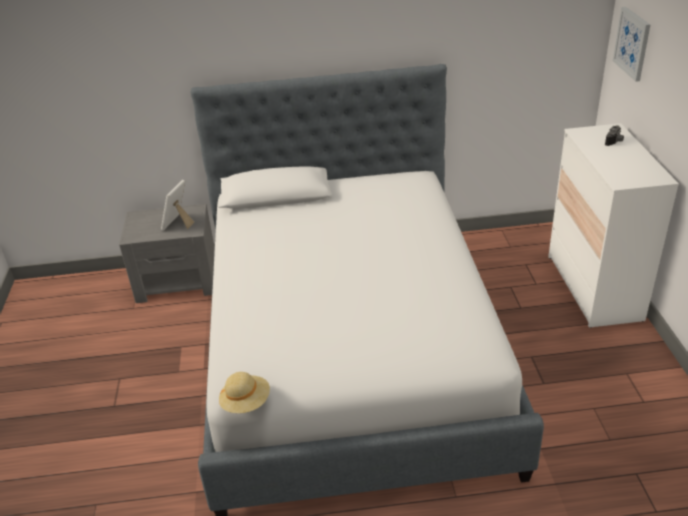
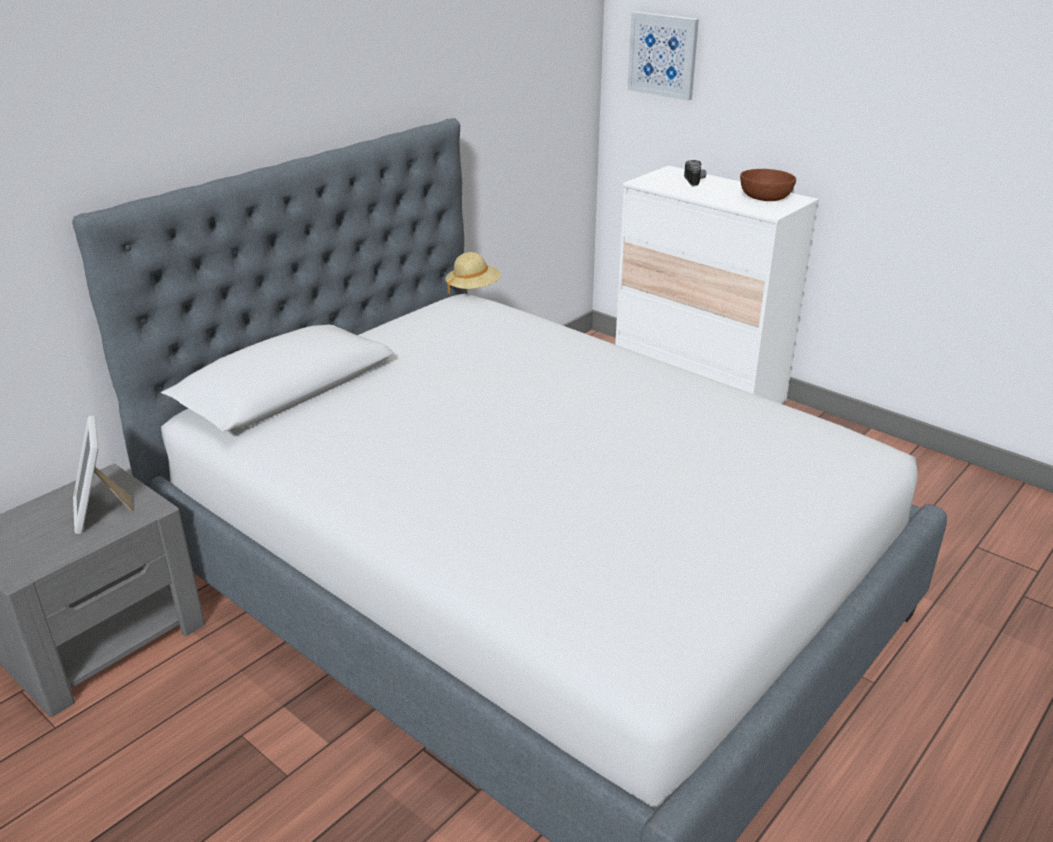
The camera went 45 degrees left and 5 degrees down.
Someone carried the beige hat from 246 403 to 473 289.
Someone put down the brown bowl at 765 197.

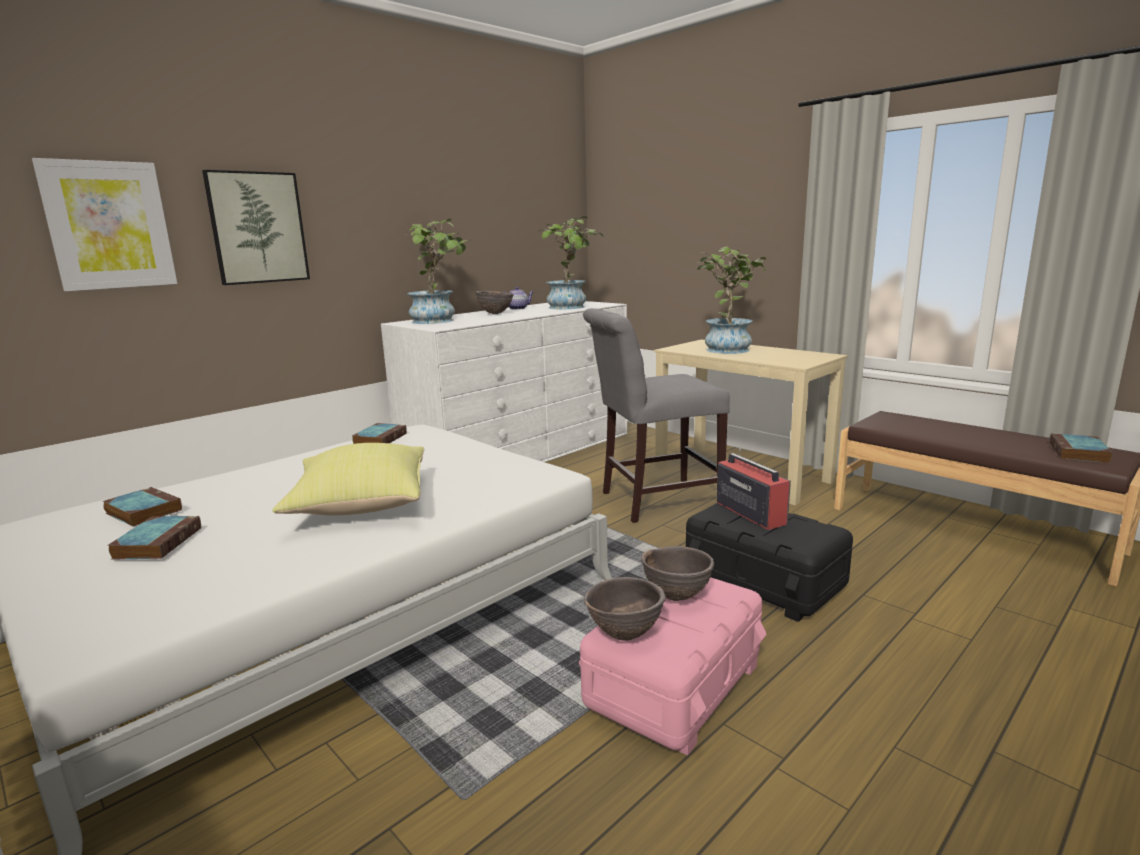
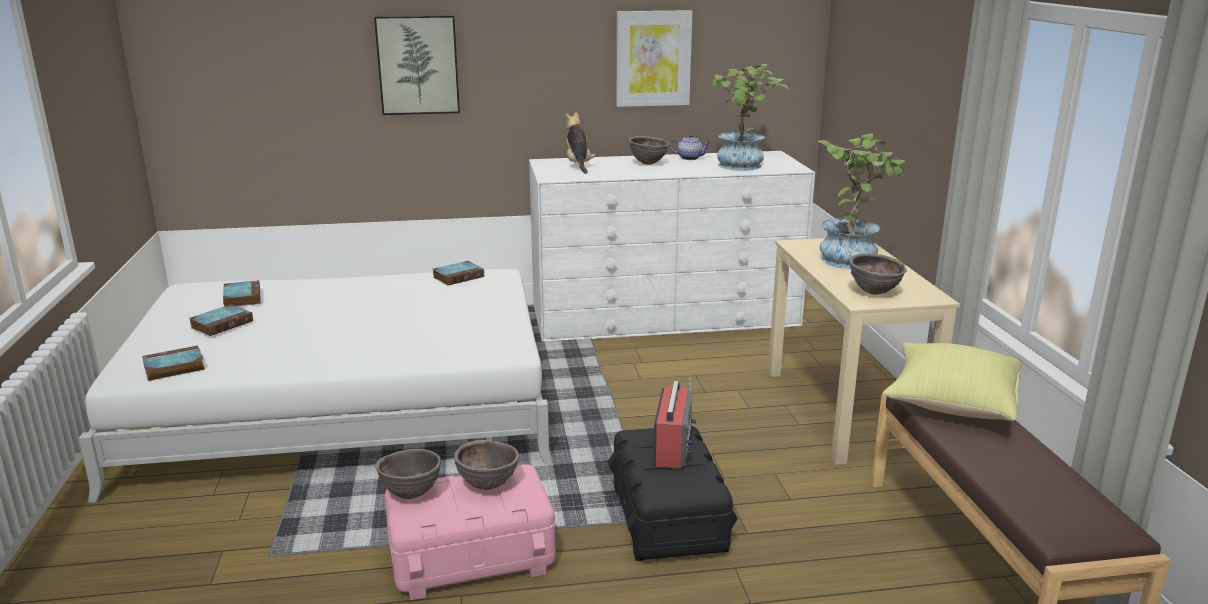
The camera went 35 degrees right and 5 degrees up.
Someone carried the book from 1079 453 to 173 368.
Someone swapped the potted plant at 439 320 for the plush toy at 578 165.
Someone carried the picture from 109 225 to 653 58.
Someone put down the brown bowl at 874 293.
Someone carried the yellow pillow from 360 504 to 951 402.
Someone took away the grey chair at 653 500.

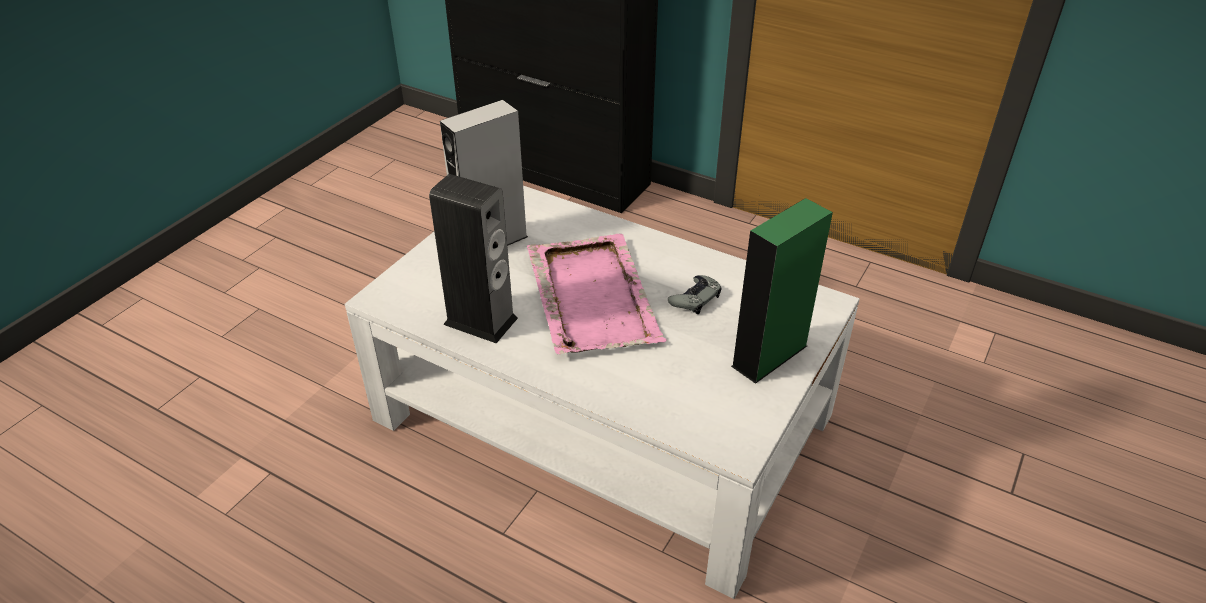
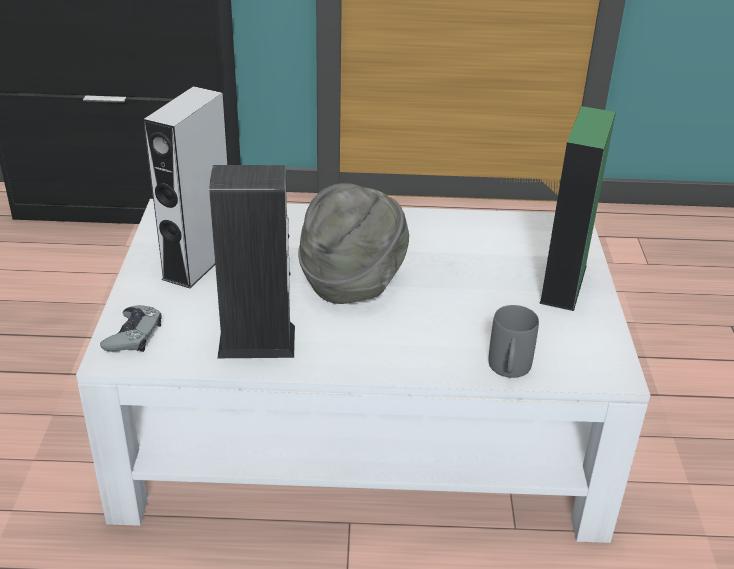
The camera went 30 degrees left and 5 degrees down.
Someone carried the grey game controller from 695 298 to 133 335.
Someone swapped the pink tray at 592 296 for the grey hat at 352 282.
Someone put down the grey mug at 508 371.

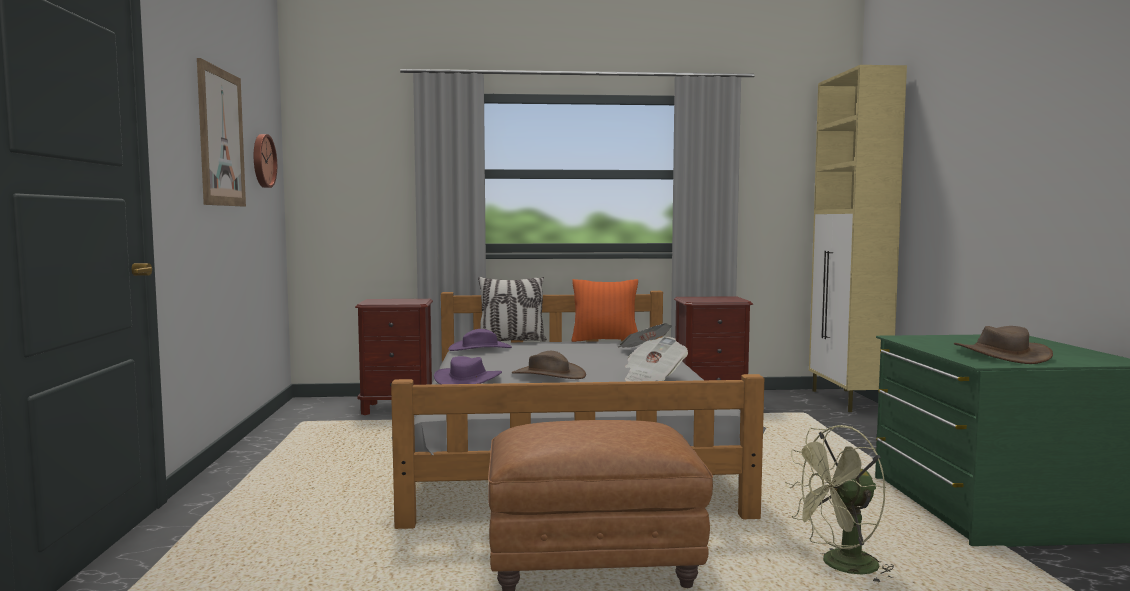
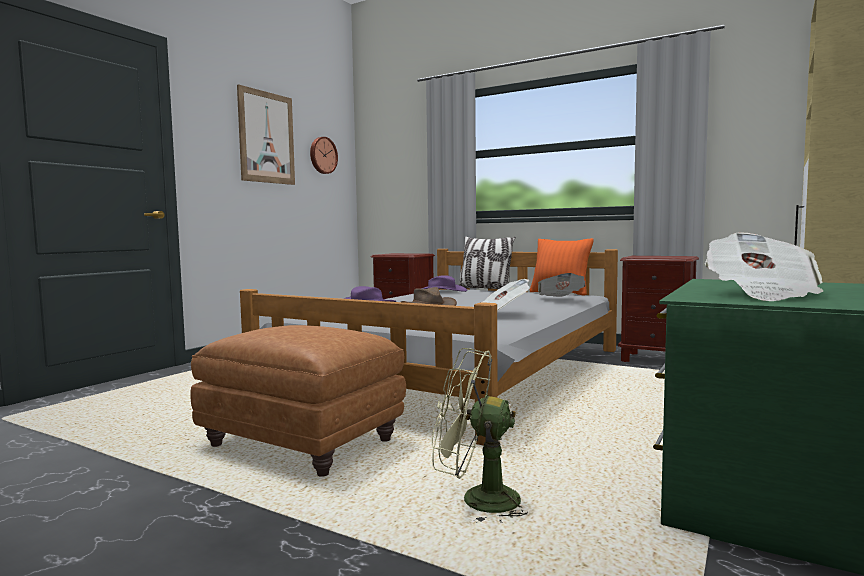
The camera went 35 degrees right and 0 degrees up.
Someone swapped the brown hat at 1001 355 for the newspaper at 760 295.

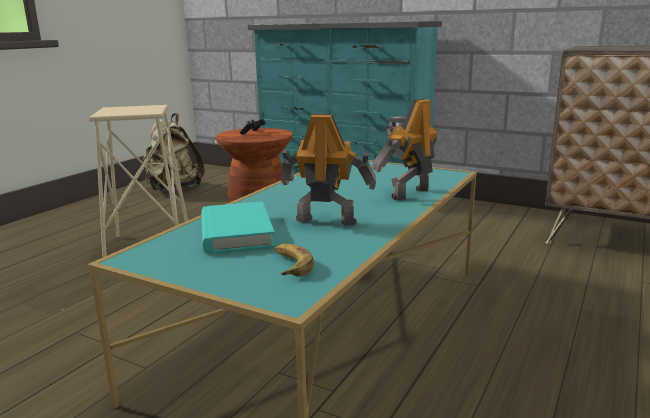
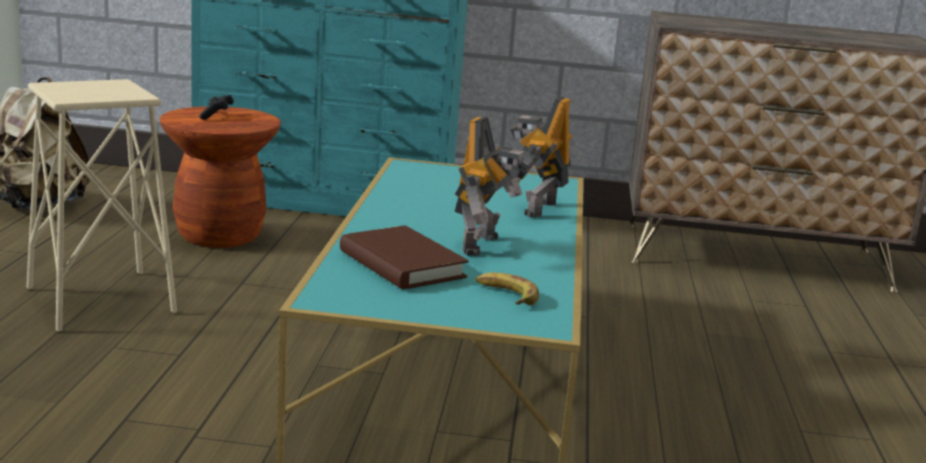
The camera went 25 degrees left and 0 degrees up.
Someone repainted the turquoise book at 236 232, which became the brown book at 401 264.
Someone rotated the toy robot at 326 220 by 120 degrees clockwise.

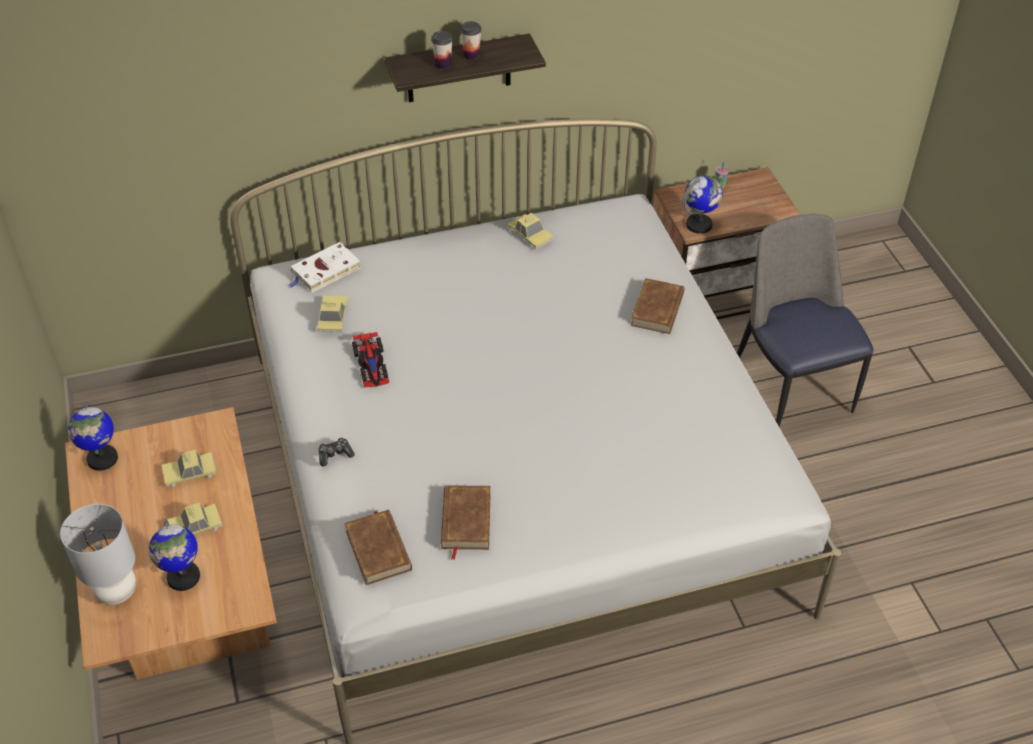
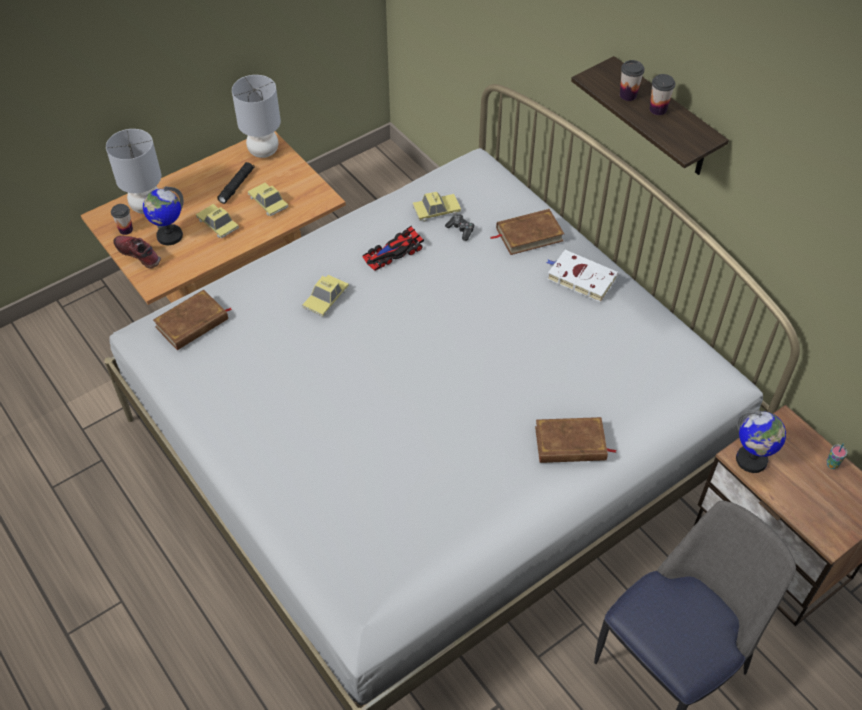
The camera went 70 degrees right and 5 degrees up.
Someone put down the cup at 126 230.
Someone put down the shoe at 139 254.
Someone put down the black flashlight at 236 186.
Someone swapped the globe at 102 459 for the grey table lamp at 263 151.
Someone carried the toy car from 530 235 to 326 298.
Someone carried the game controller from 335 455 to 461 230.
Someone carried the brown book from 465 521 to 529 234.
Someone carried the white book from 324 271 to 580 278.

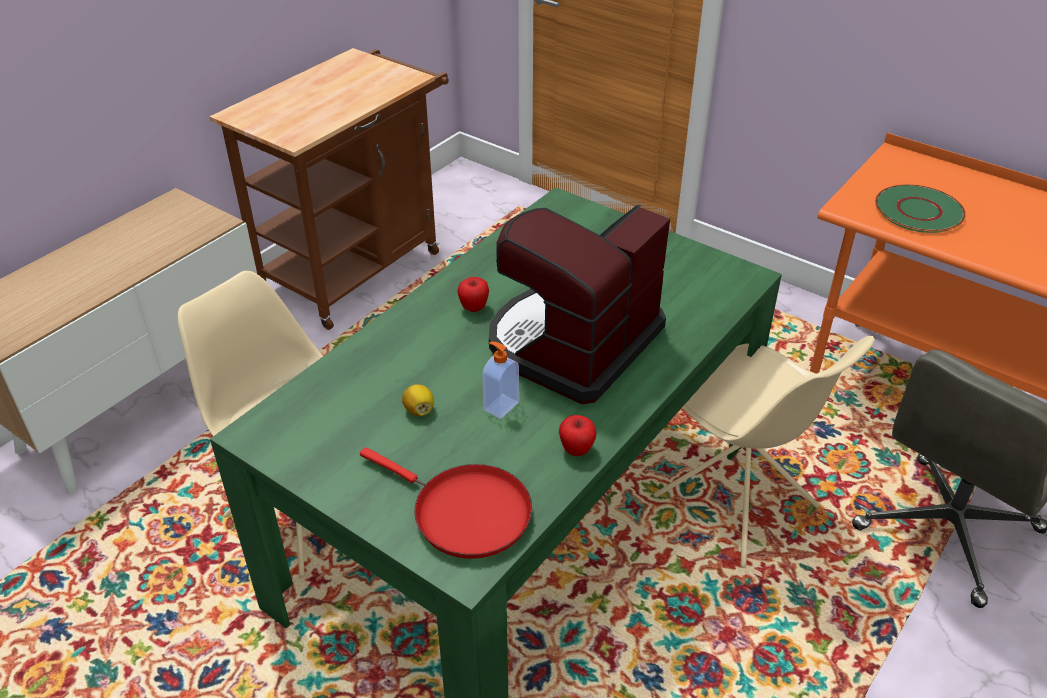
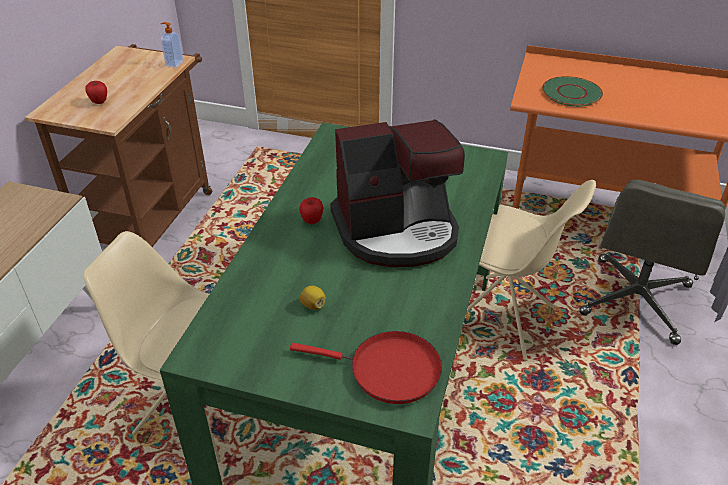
The camera went 20 degrees left and 0 degrees up.
Someone carried the apple from 576 450 to 99 102.
Someone carried the soap dispenser from 500 406 to 174 63.
Someone rotated the coffee machine at 572 344 by 120 degrees counterclockwise.

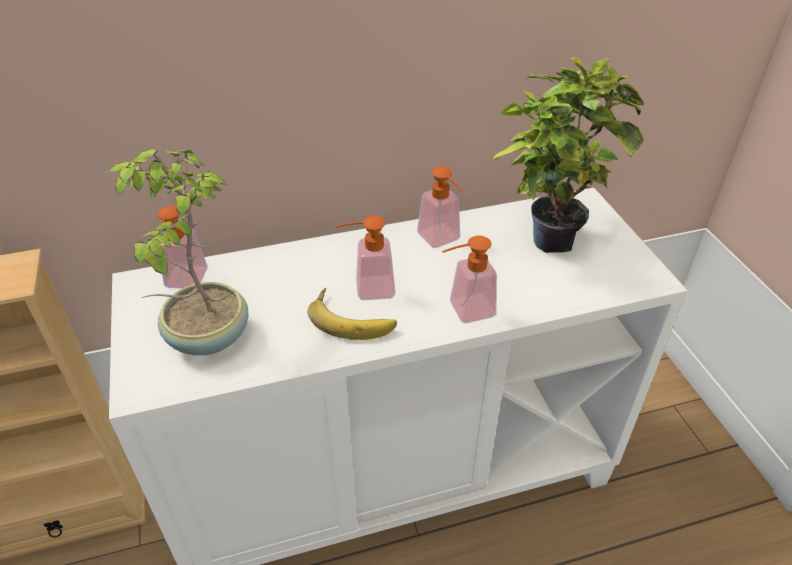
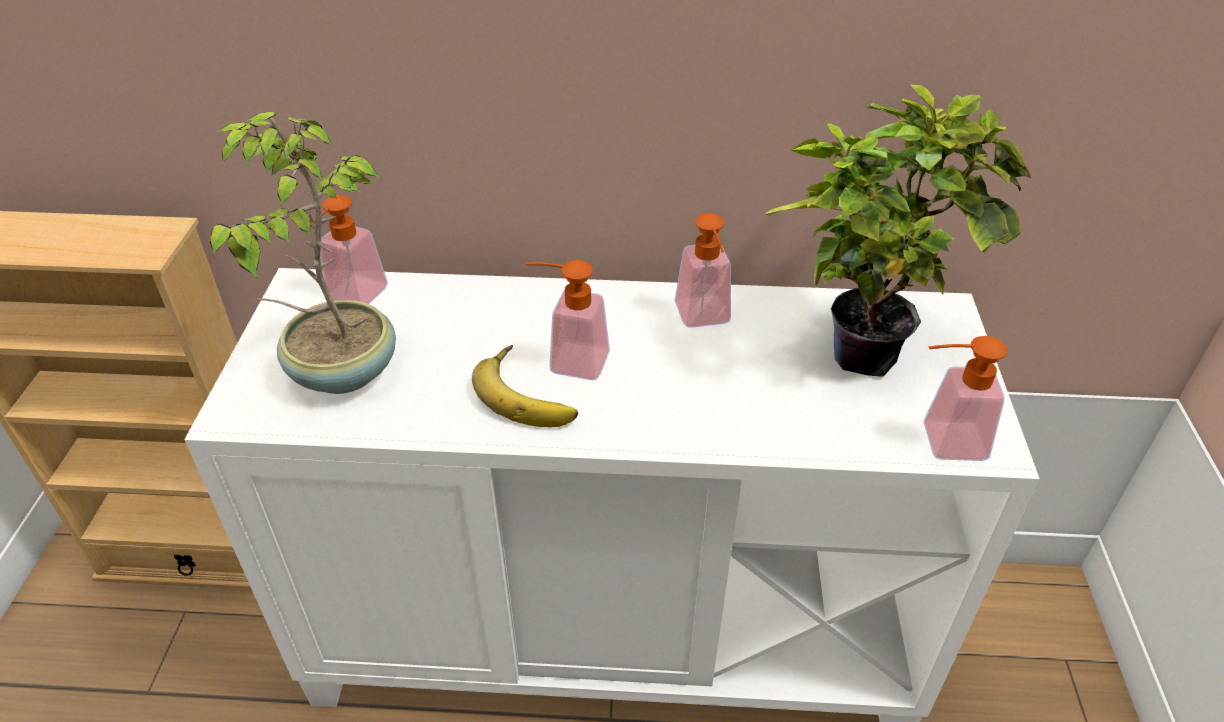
The camera went 20 degrees right and 0 degrees up.
Someone carried the soap dispenser from 464 311 to 941 441.

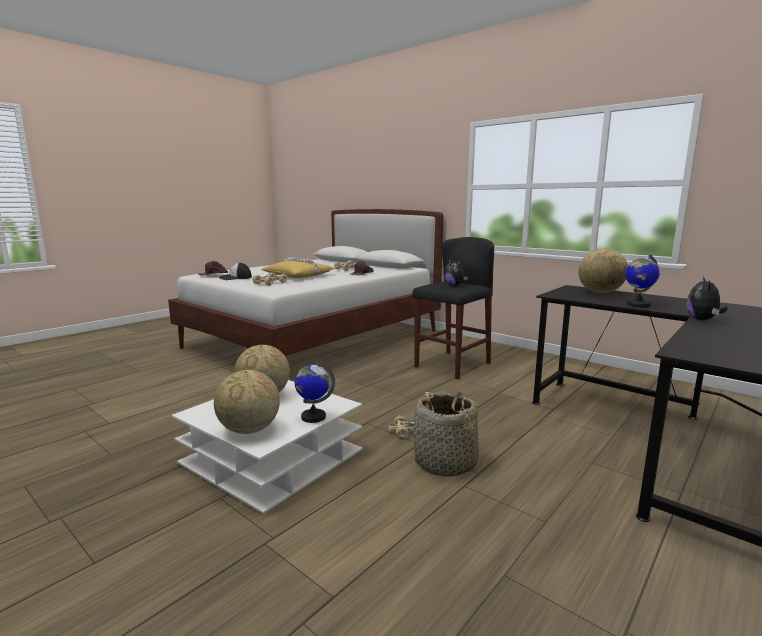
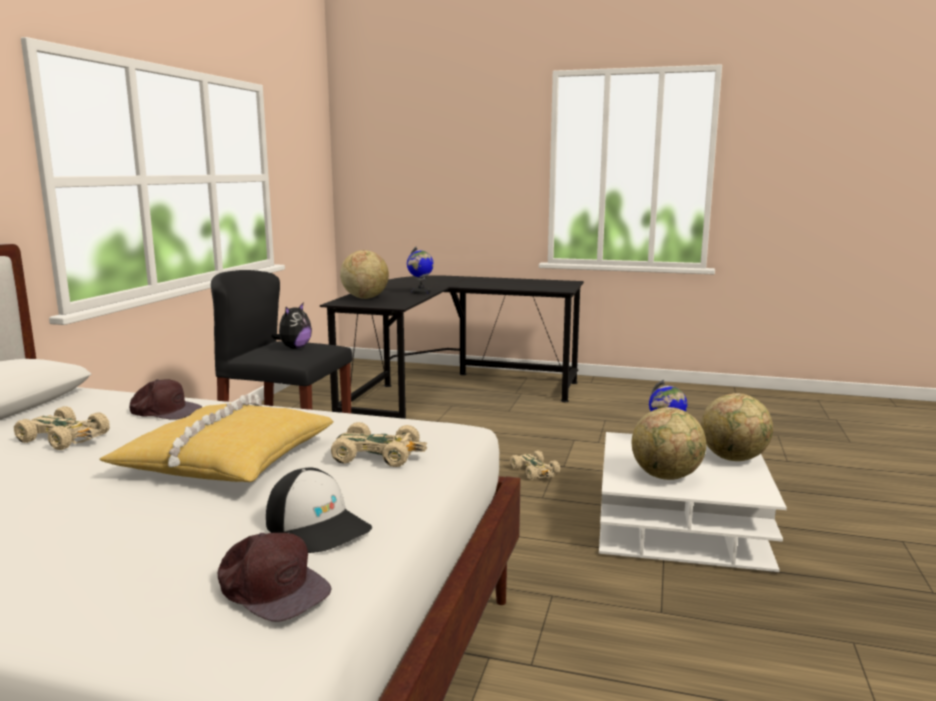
The camera went 115 degrees left and 0 degrees up.
Someone took away the basket at 445 463.
Someone took away the plush toy at 702 320.

